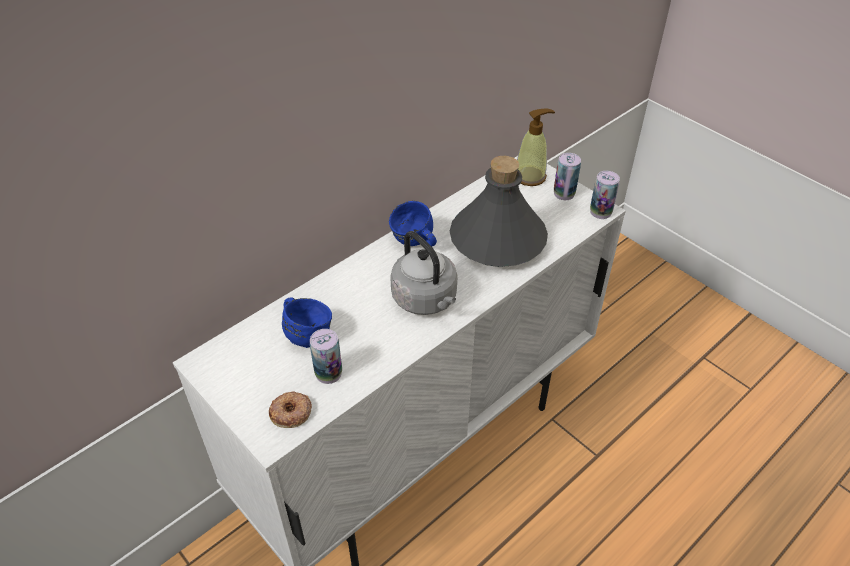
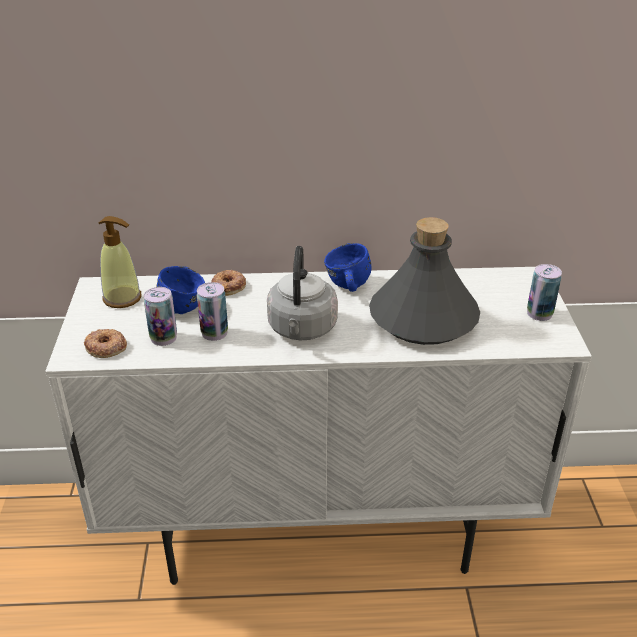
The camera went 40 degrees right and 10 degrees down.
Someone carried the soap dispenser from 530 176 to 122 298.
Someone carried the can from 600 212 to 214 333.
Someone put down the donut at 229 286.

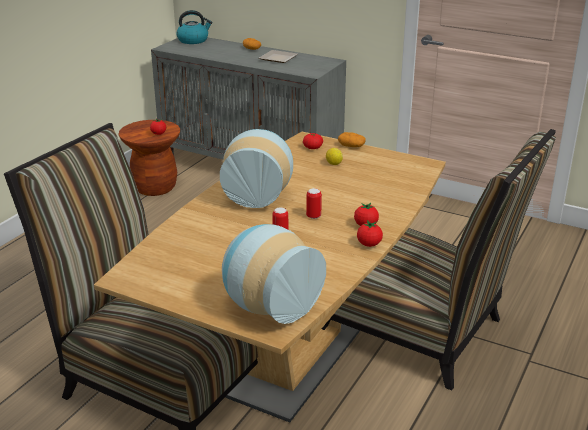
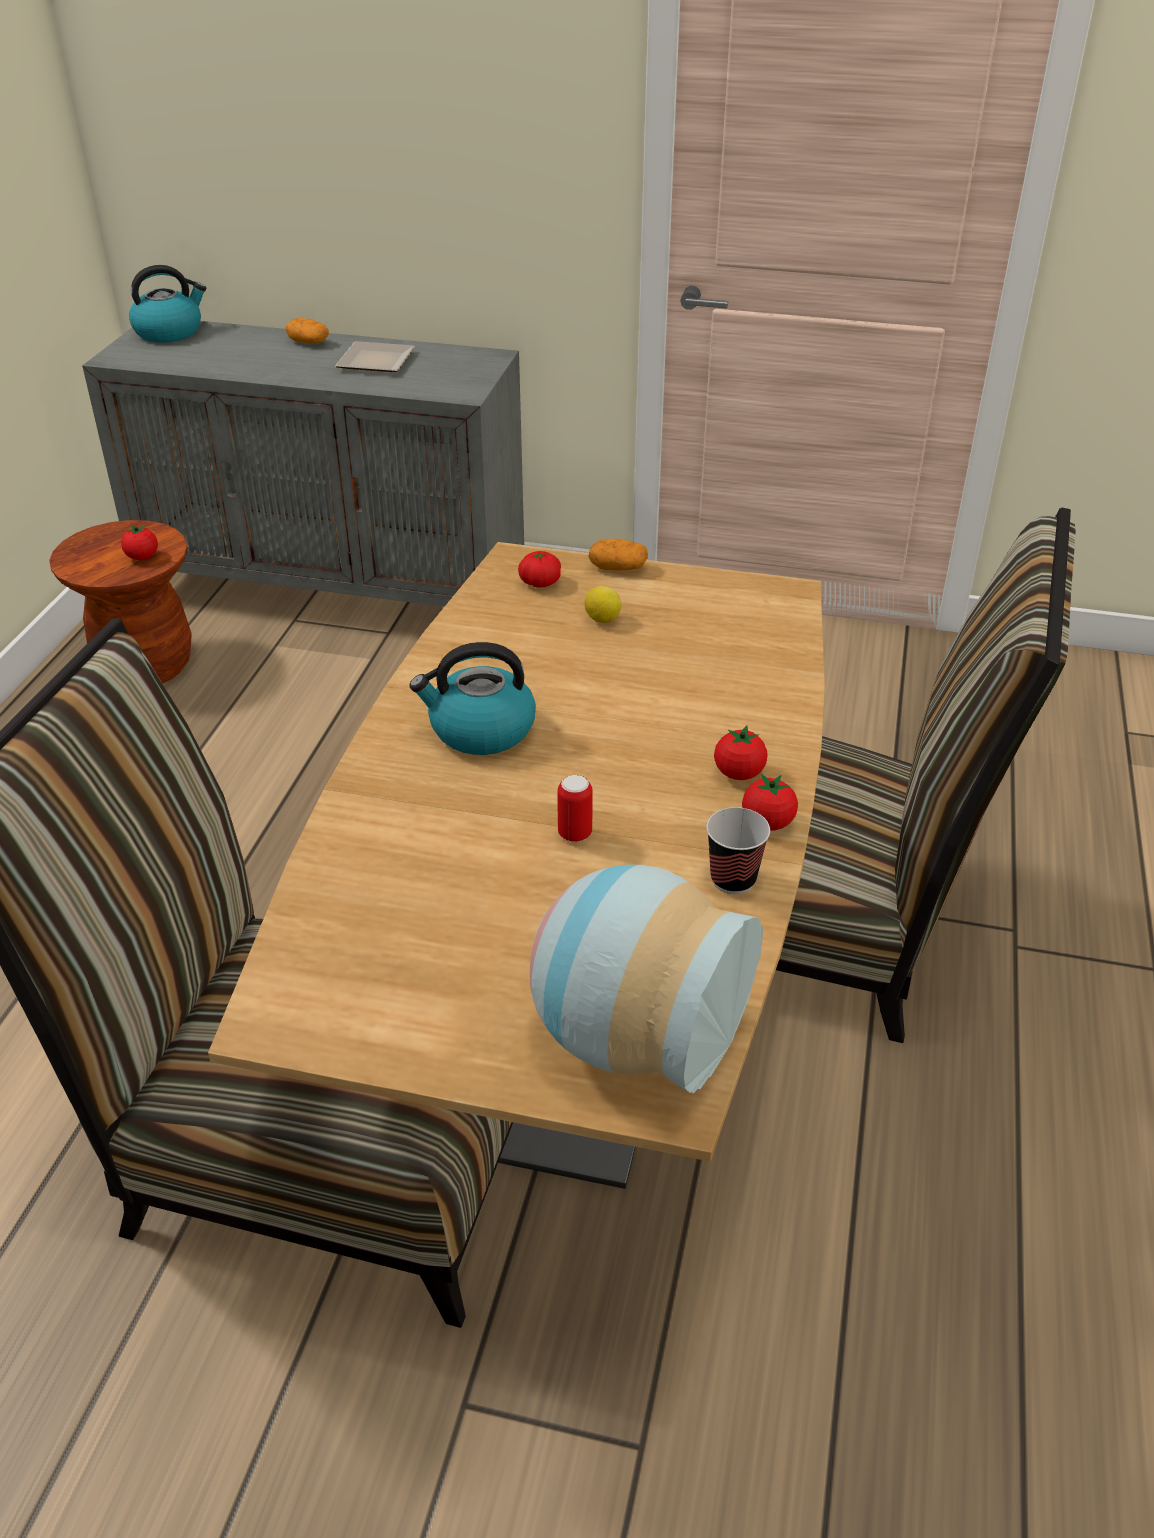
The camera went 15 degrees left and 10 degrees up.
Someone swapped the vase at 258 196 for the kettle at 480 730.
Someone put down the cup at 733 879.
Someone took away the can at 313 216.

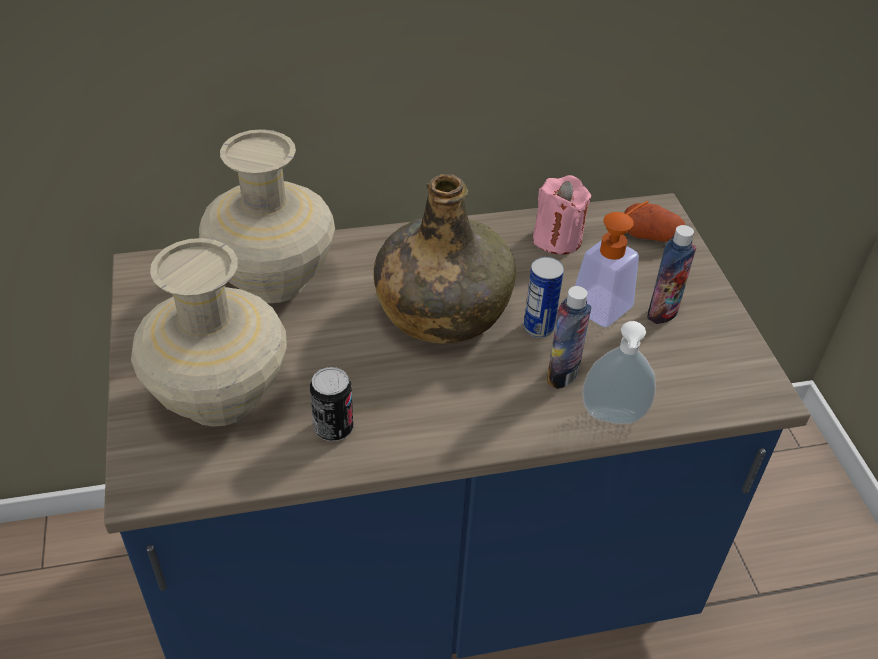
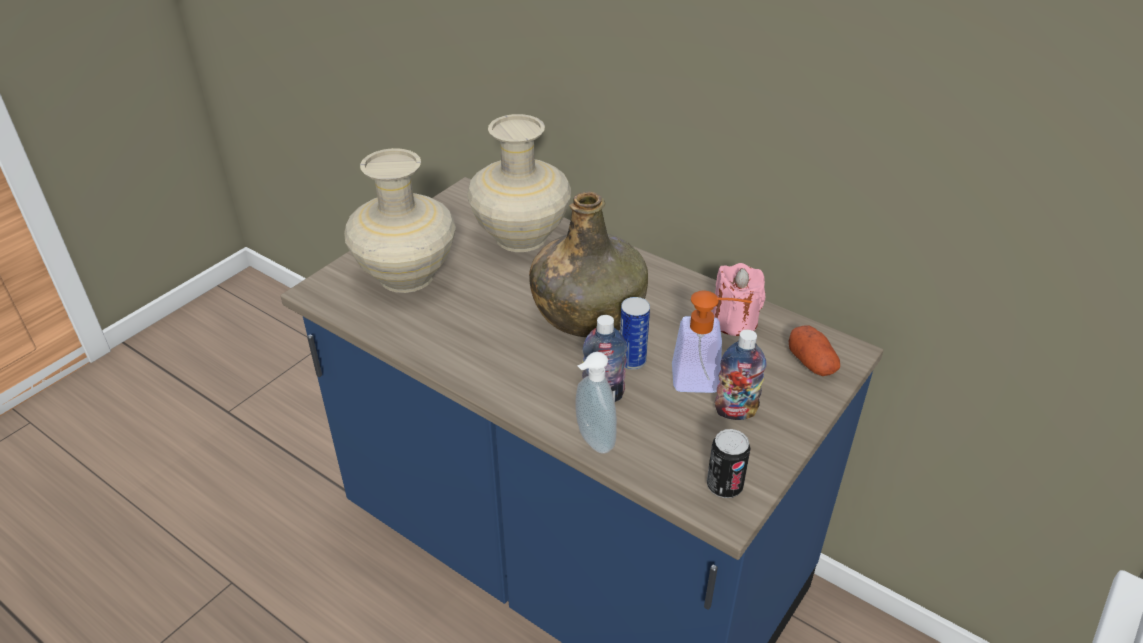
The camera went 50 degrees right and 5 degrees down.
Someone carried the can from 333 428 to 724 486.

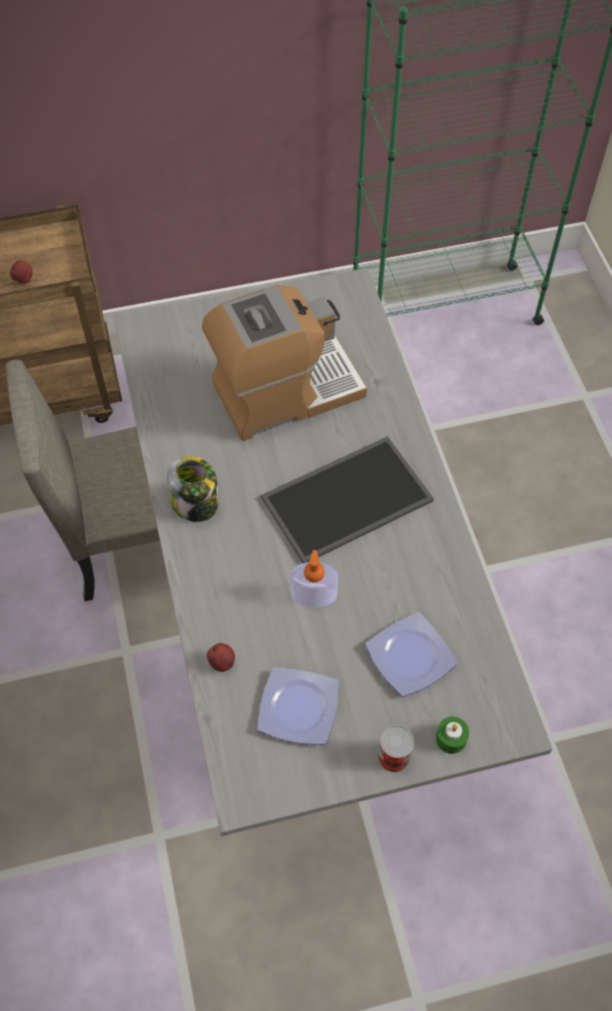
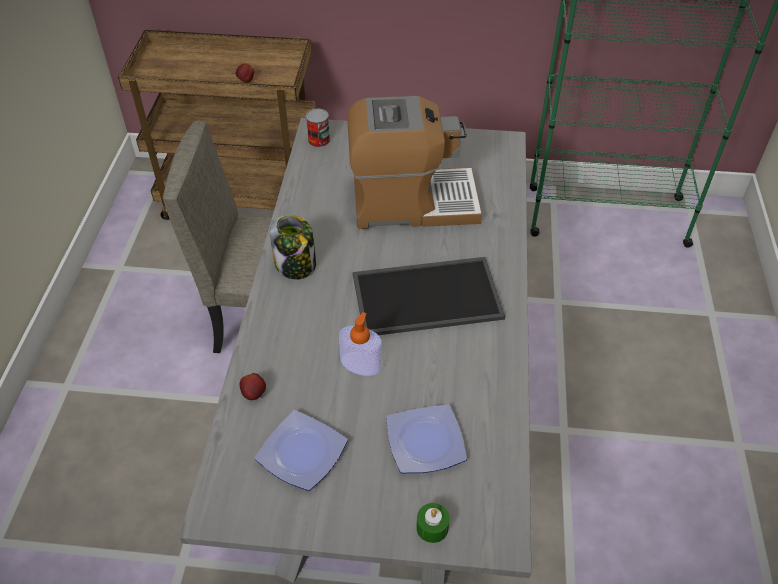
The camera went 20 degrees right and 10 degrees down.
Someone carried the can from 393 756 to 319 140.

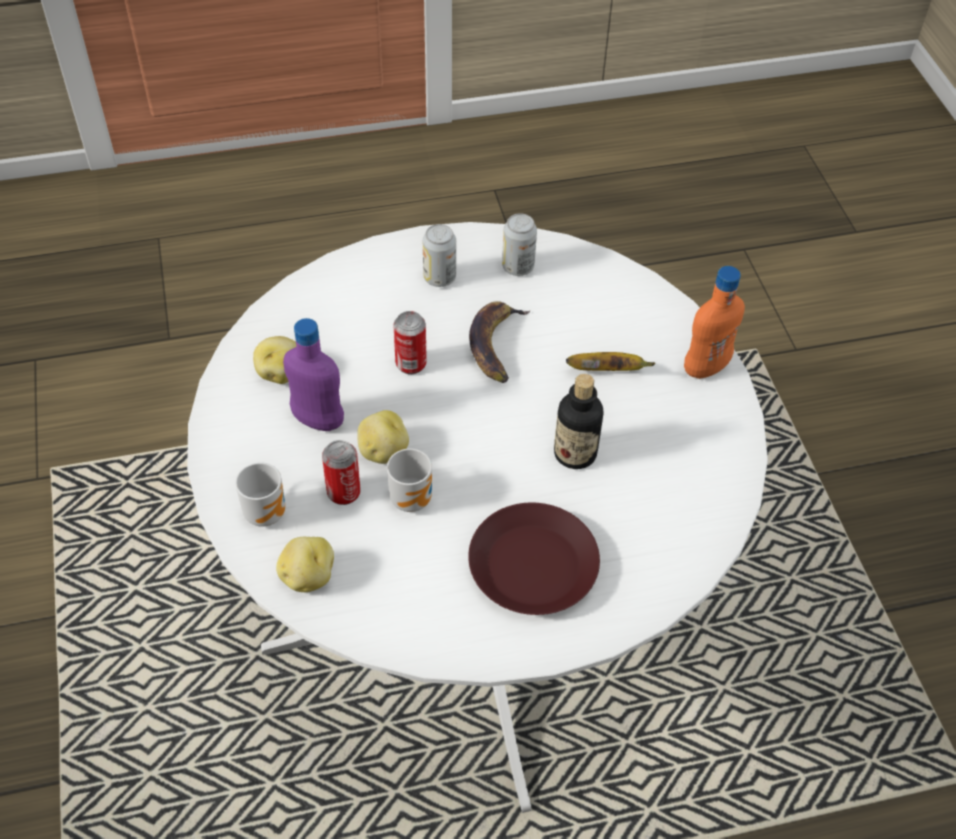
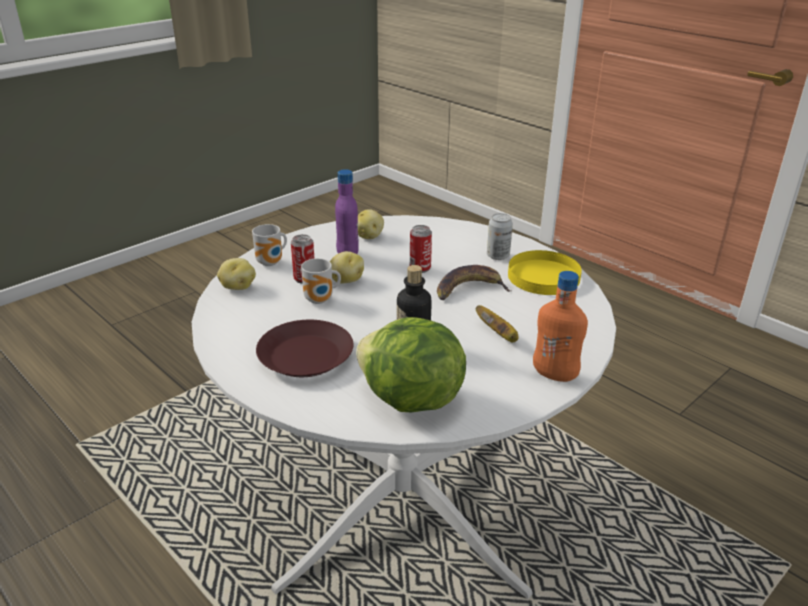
The camera went 60 degrees right and 20 degrees down.
Someone put down the lettuce at 410 400.
Someone swapped the can at 518 267 for the yellow plate at 543 277.

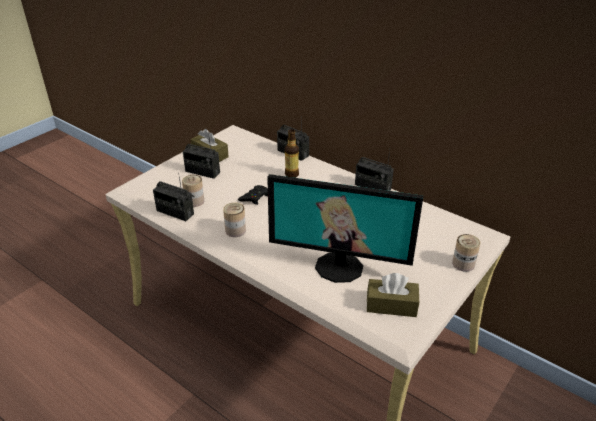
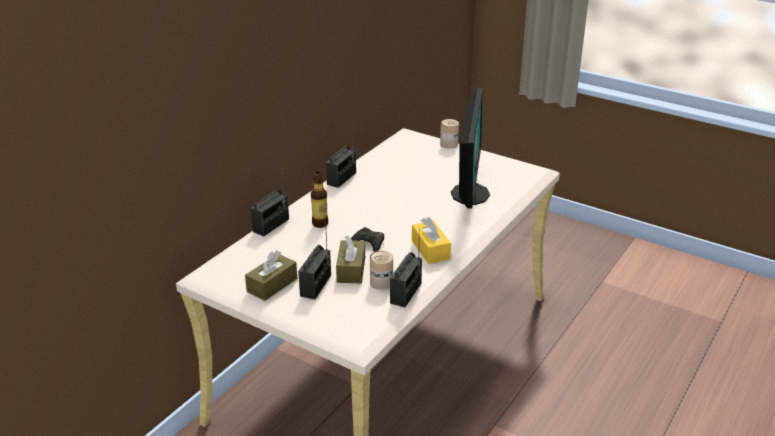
The camera went 95 degrees left and 5 degrees down.
Someone carried the brown tissue box from 391 305 to 351 269.
Someone swapped the can at 235 230 for the yellow tissue box at 430 250.

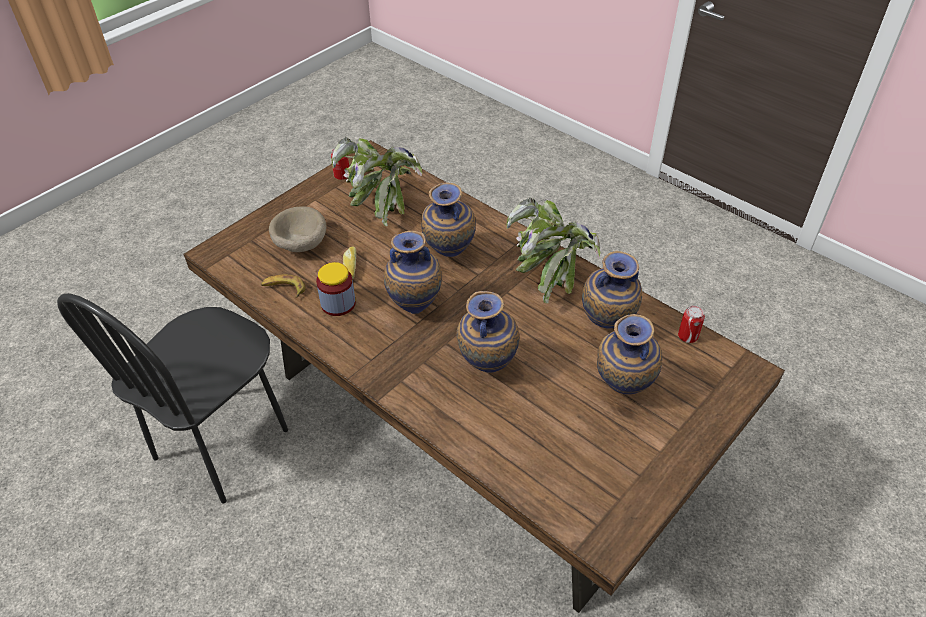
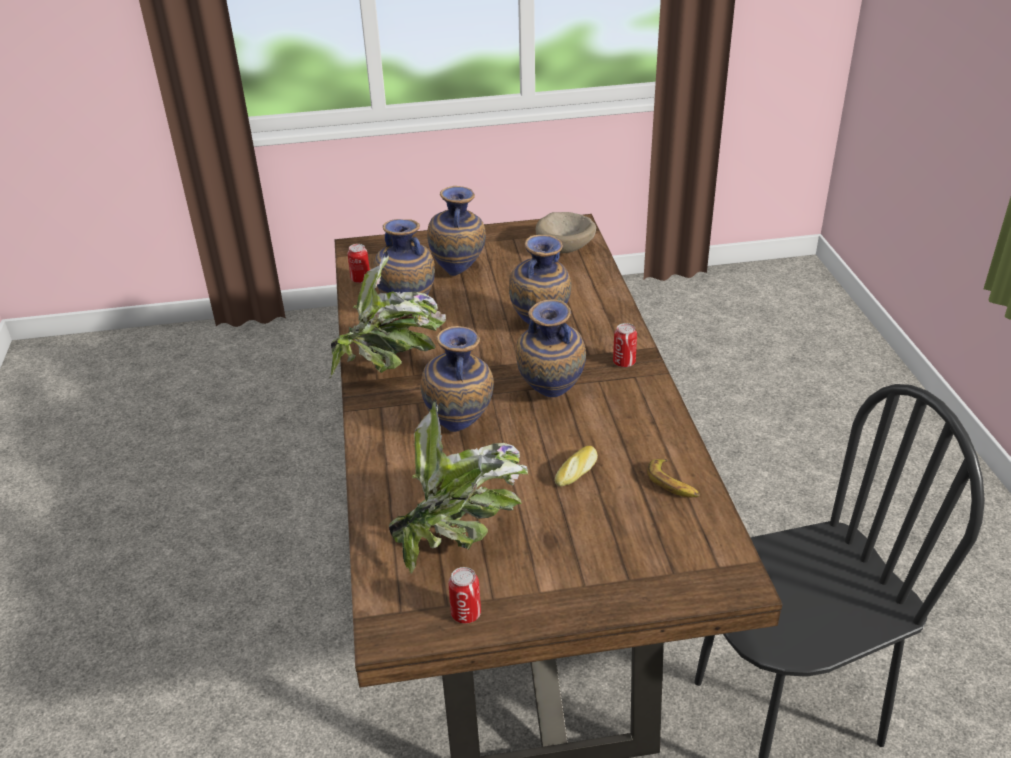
The camera went 140 degrees left and 10 degrees down.
Someone carried the beige bowl from 300 244 to 566 248.
Someone put down the can at 624 362.
Someone took away the jar at 338 304.

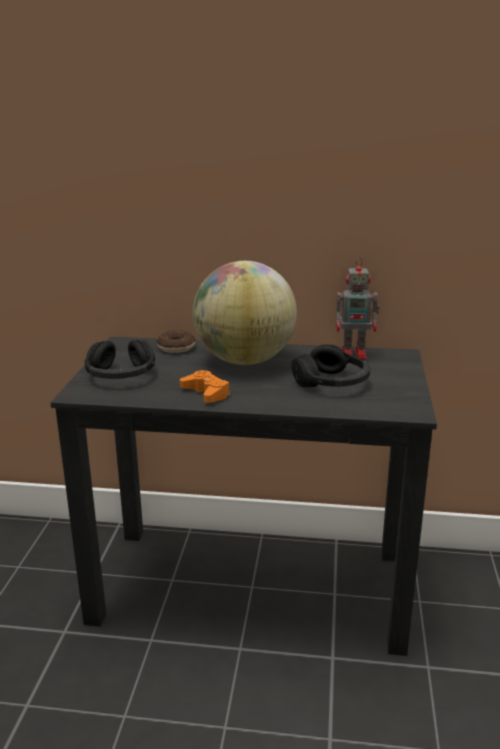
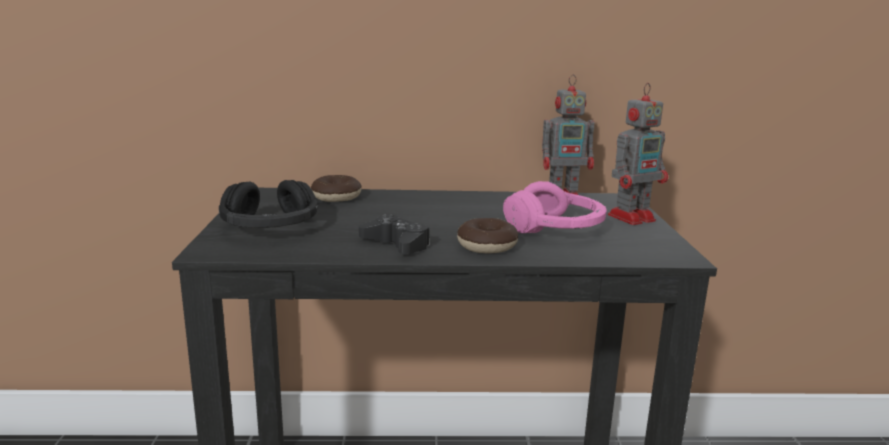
The camera went 10 degrees left and 5 degrees down.
Someone repainted the orange game controller at 206 393, which became the black game controller at 396 244.
Someone put down the donut at 487 245.
Someone repainted the black headphones at 332 383, which became the pink headphones at 555 228.
Someone put down the toy robot at 633 217.
Someone took away the globe at 245 360.

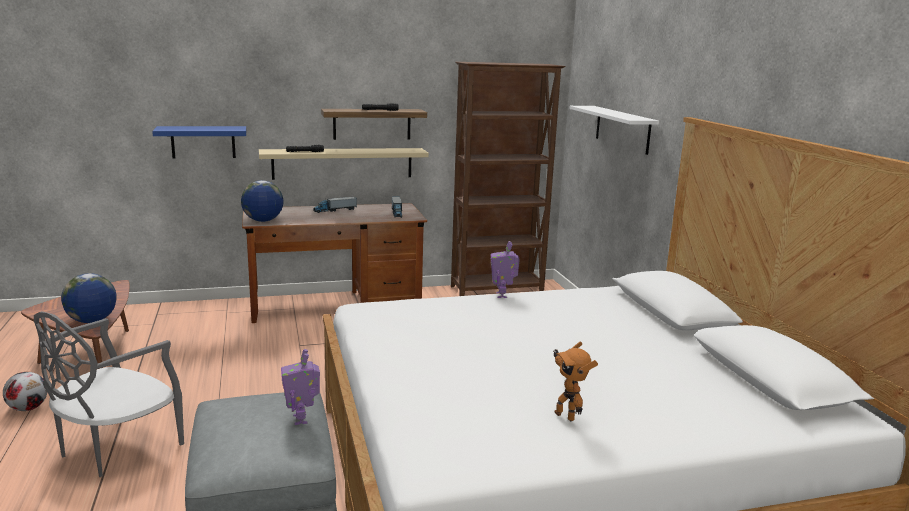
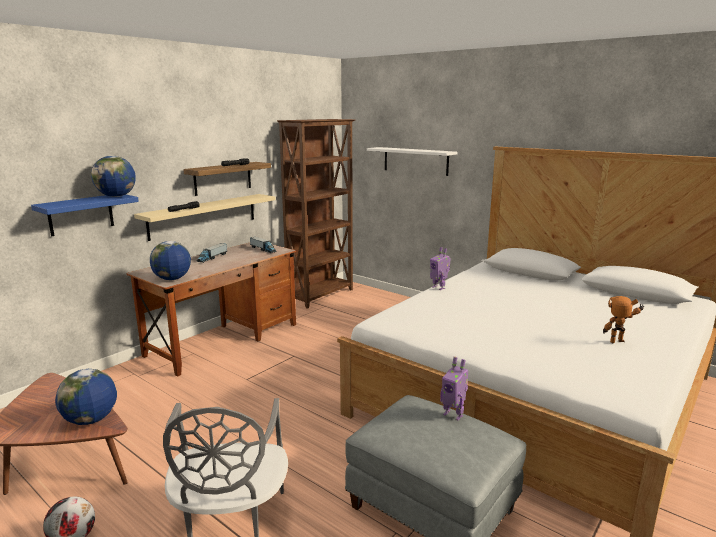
The camera went 35 degrees left and 0 degrees up.
Someone put down the globe at 116 196.
Someone rotated the toy robot at 566 415 by 150 degrees clockwise.

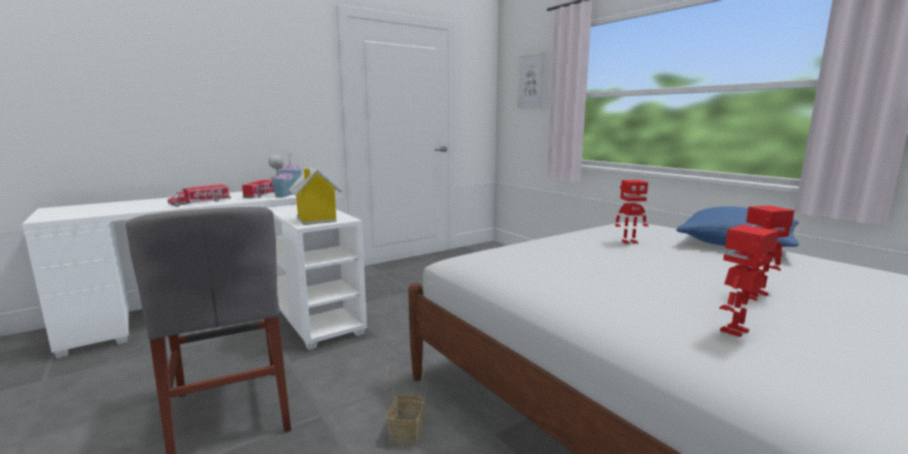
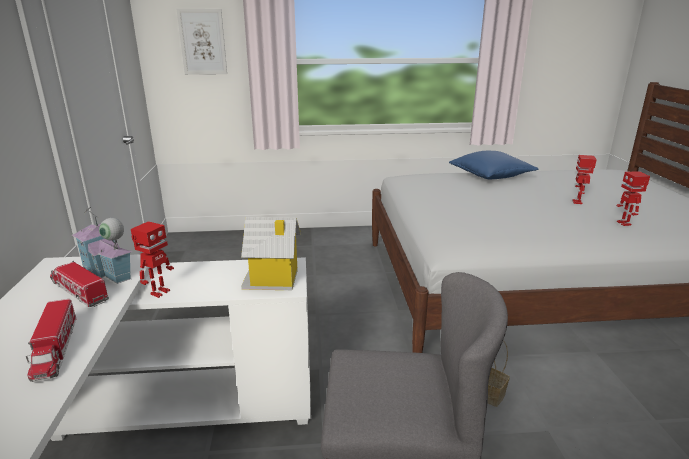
The camera went 60 degrees left and 10 degrees up.
Someone carried the toy robot from 629 242 to 159 292.

